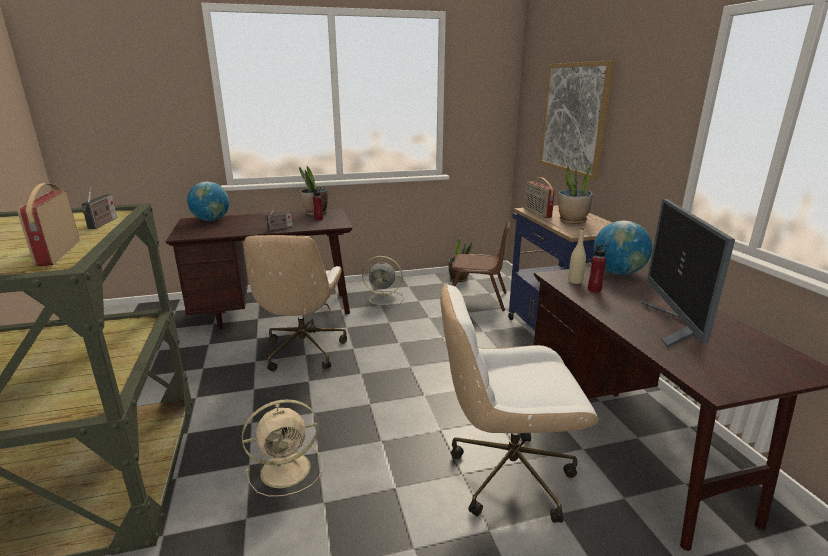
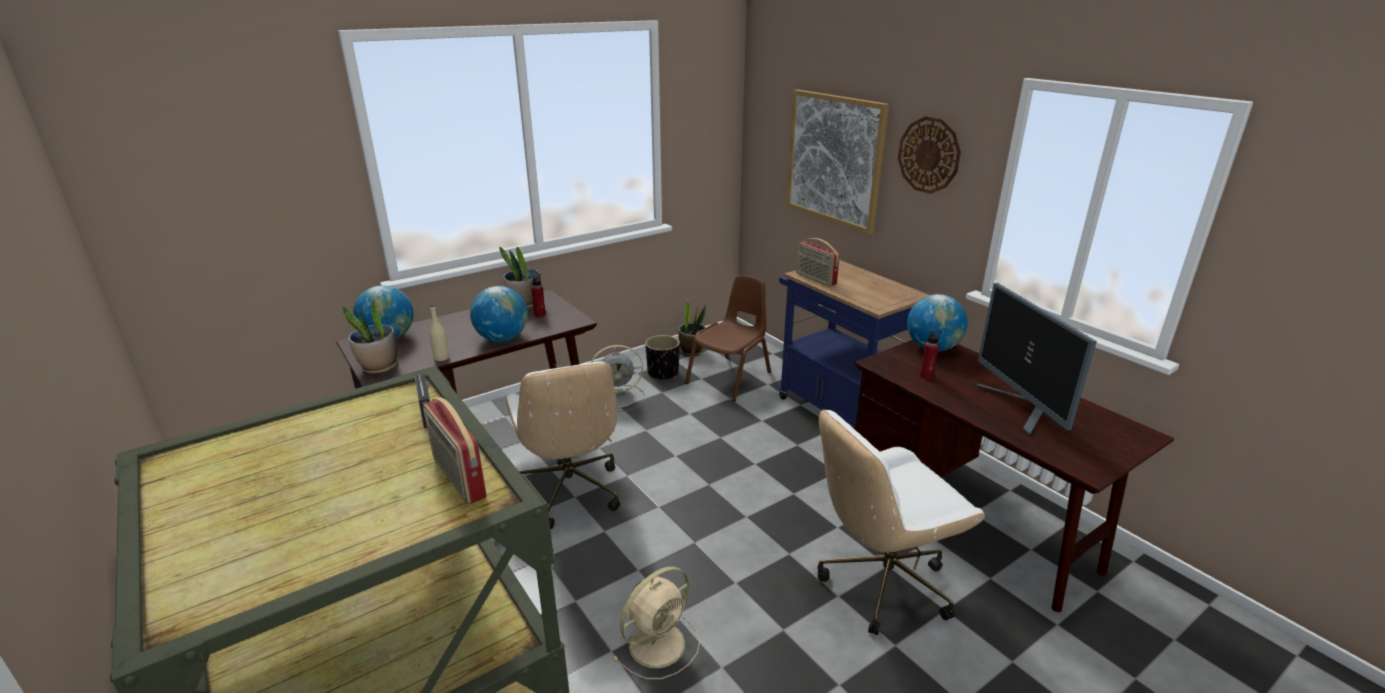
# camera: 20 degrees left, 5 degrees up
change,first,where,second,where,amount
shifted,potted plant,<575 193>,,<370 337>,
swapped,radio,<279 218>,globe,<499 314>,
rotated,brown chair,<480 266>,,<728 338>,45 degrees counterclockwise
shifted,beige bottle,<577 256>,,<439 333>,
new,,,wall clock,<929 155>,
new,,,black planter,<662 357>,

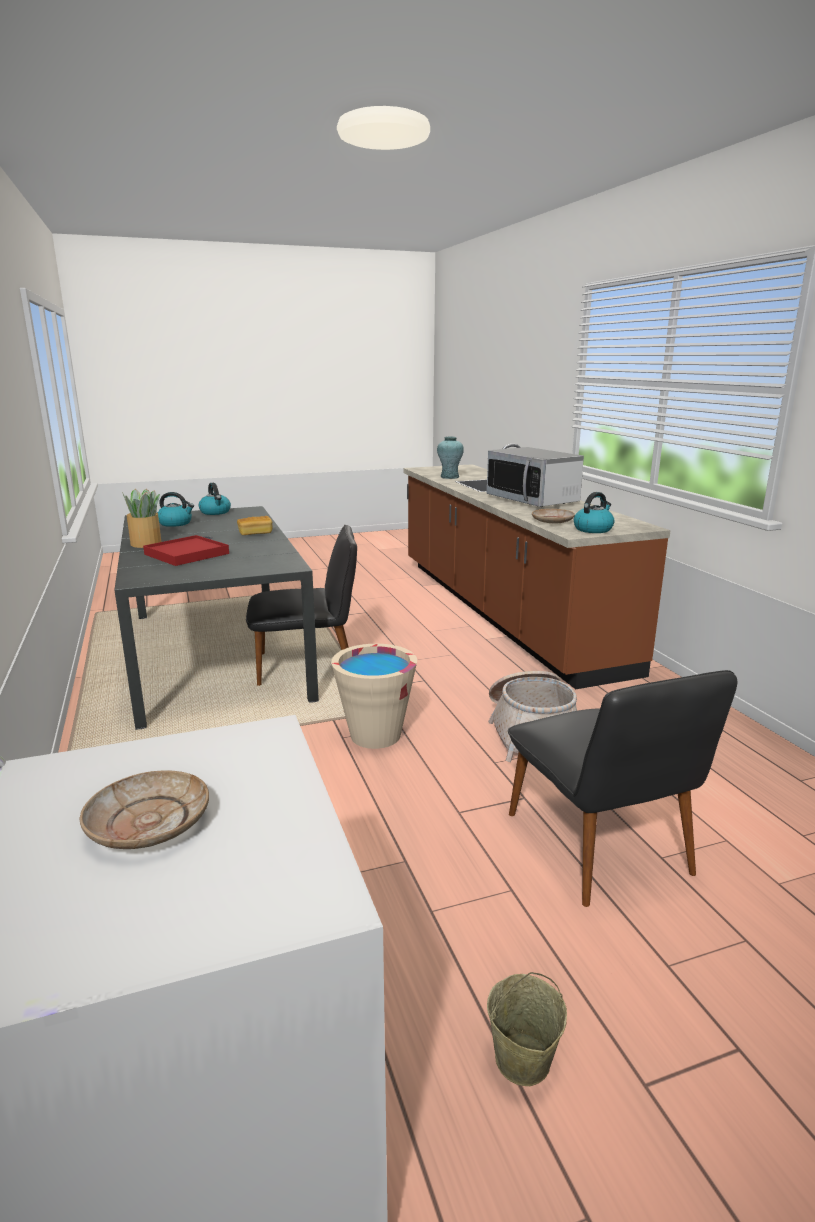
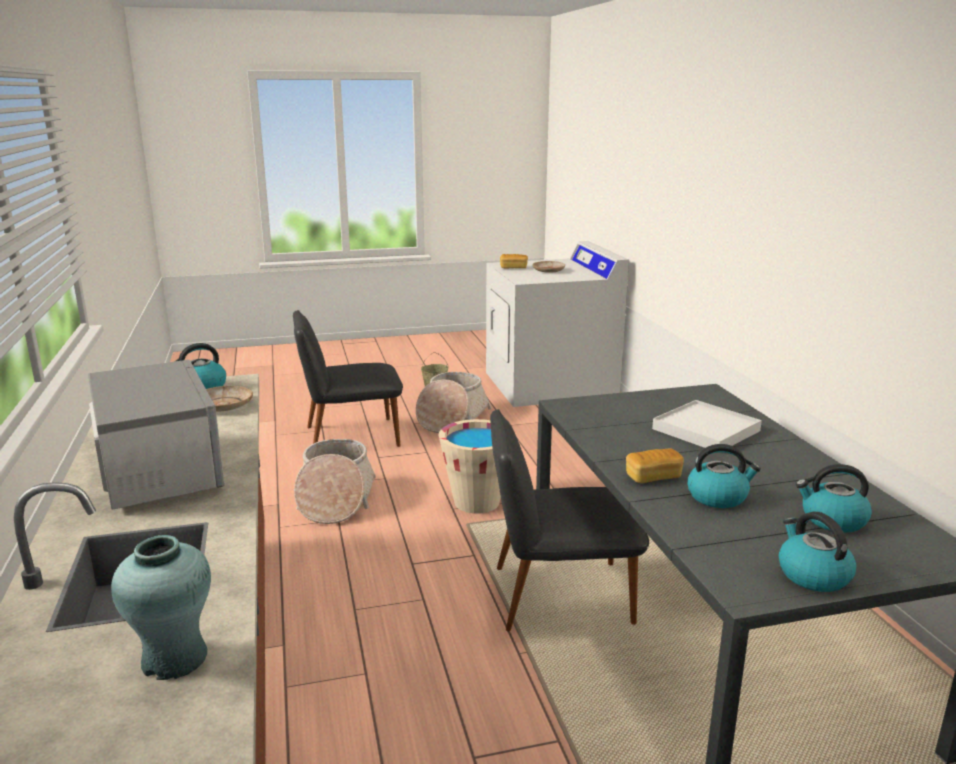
# camera: 175 degrees left, 0 degrees up
change,first,where,second,where,amount
gone,potted plant,<141 518>,,,
repainted,red tray,<186 550>,white tray,<707 426>,
rotated,black chair,<622 788>,,<348 378>,90 degrees counterclockwise
new,,,bread,<514 261>,
new,,,basket,<453 402>,
new,,,kettle,<724 476>,

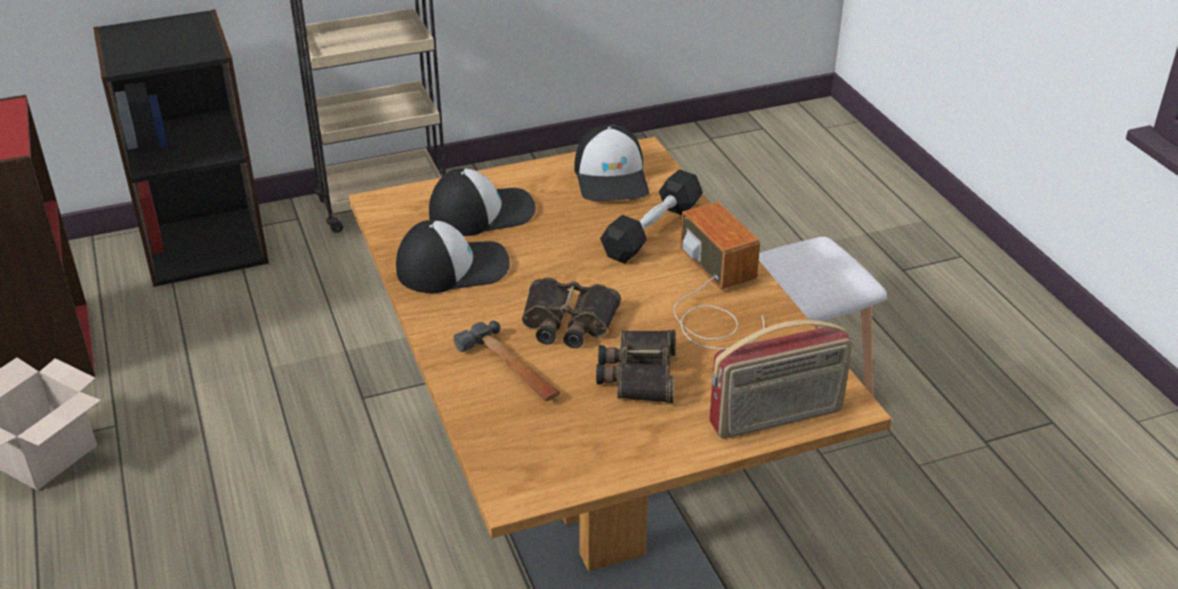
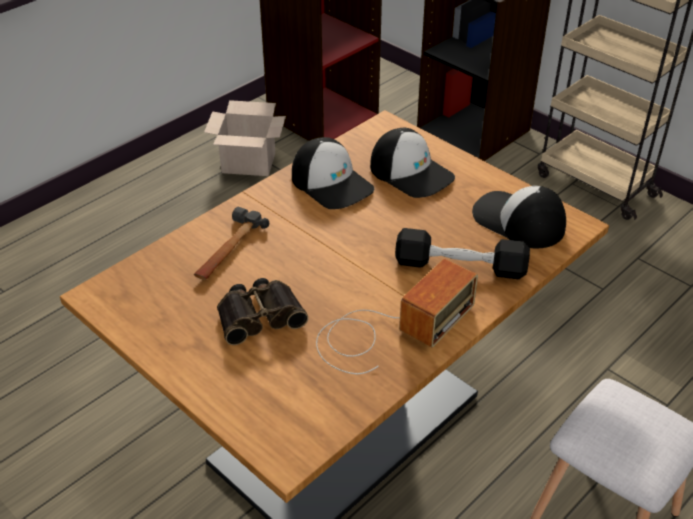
# camera: 65 degrees right, 5 degrees up
change,first,where,second,where,amount
rotated,cap,<611 163>,,<519 217>,75 degrees clockwise
gone,binoculars,<571 312>,,,
gone,radio,<781 379>,,,

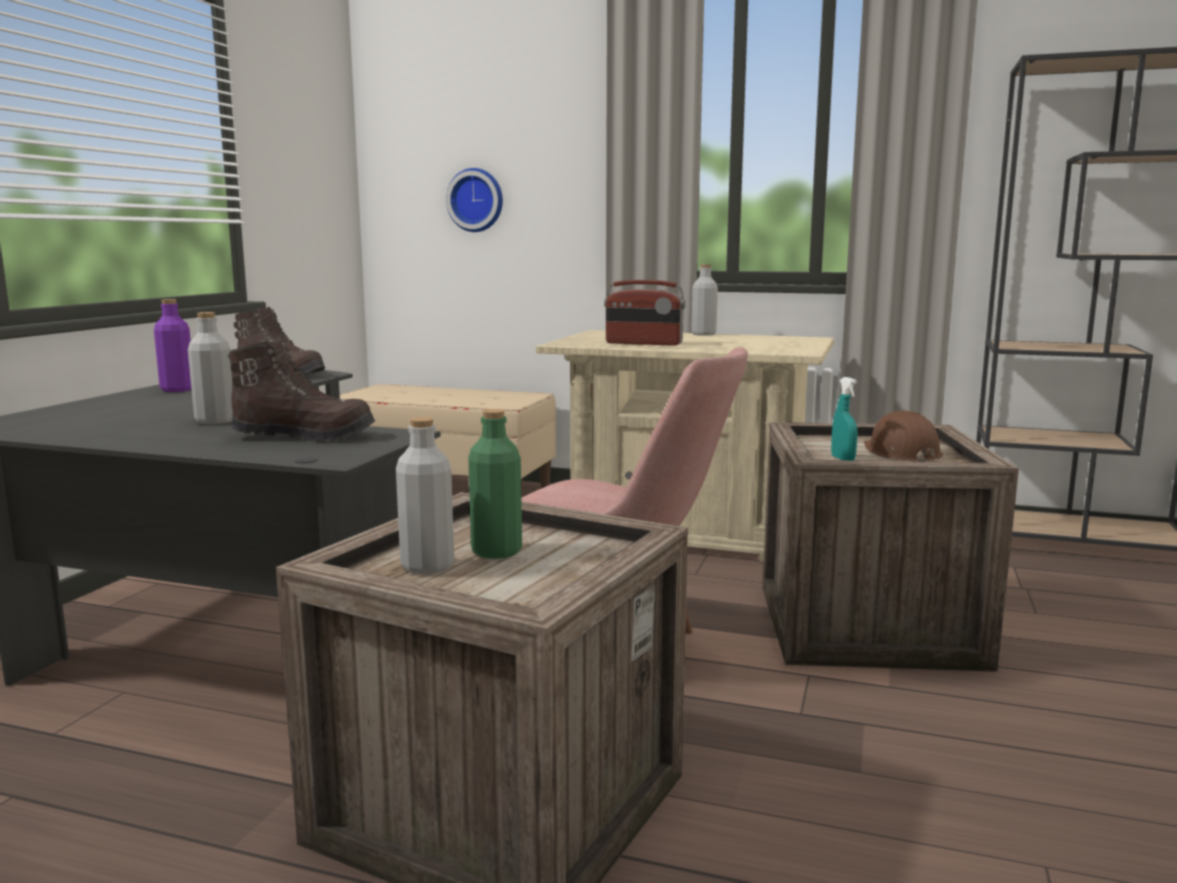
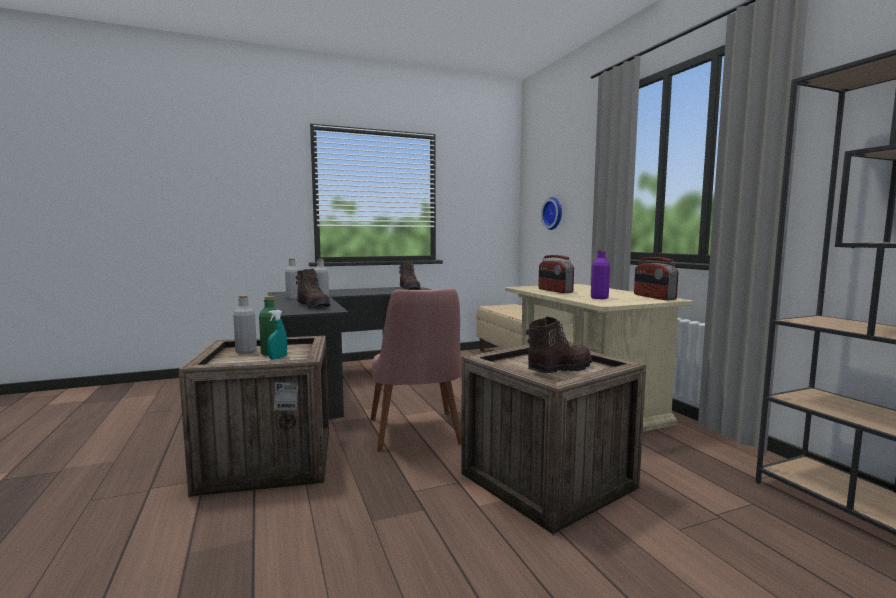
# camera: 50 degrees right, 5 degrees down
change,first,where,second,where,amount
shifted,grey bottle,<704 300>,,<292 279>,
shifted,purple bottle,<172 345>,,<600 274>,
shifted,turquoise spray bottle,<844 419>,,<277 335>,
swapped,brown hard hat,<903 436>,brown boot,<559 345>,
new,,,radio,<656 278>,

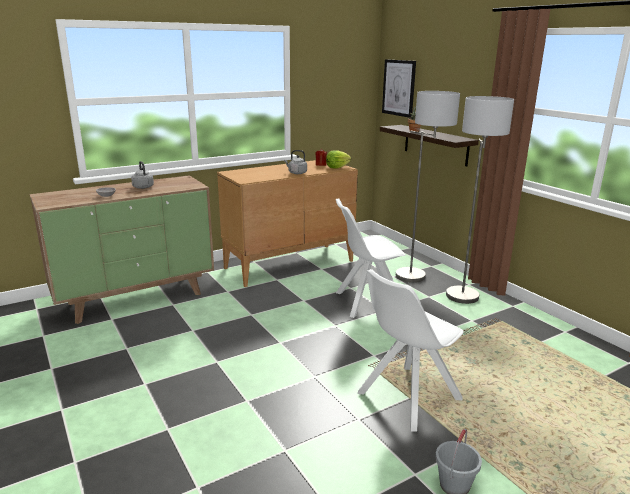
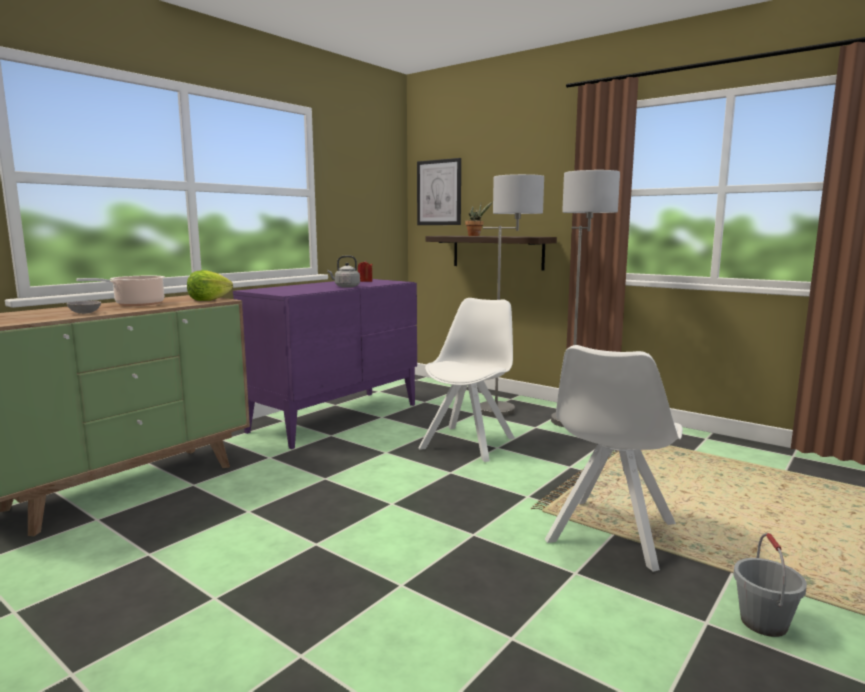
# camera: 20 degrees left, 10 degrees down
change,first,where,second,where,amount
shifted,lettuce,<338 159>,,<210 285>,
repainted,brown cabinet,<287 223>,purple cabinet,<325 364>,
swapped,grey kettle,<142 175>,cooking pot,<120 291>,
rotated,white chair,<371 258>,,<466 380>,150 degrees clockwise

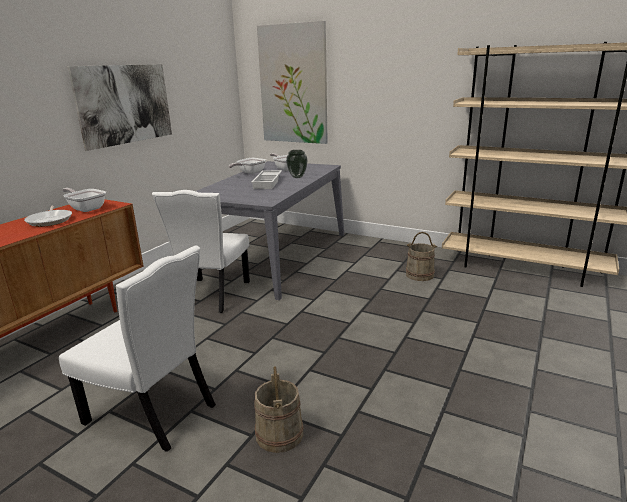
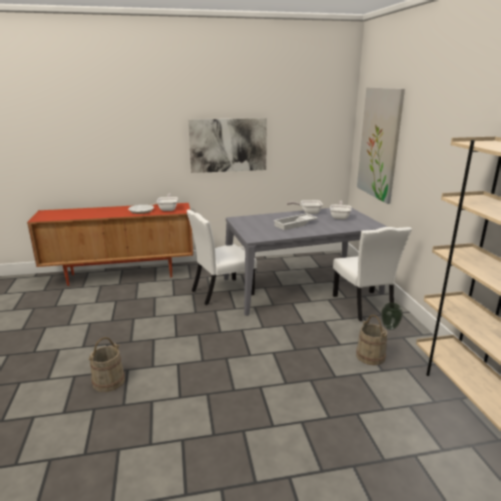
# camera: 50 degrees right, 0 degrees up
change,first,where,second,where,amount
shifted,vase,<297 164>,,<392 316>,
shifted,white chair,<137 349>,,<372 274>,

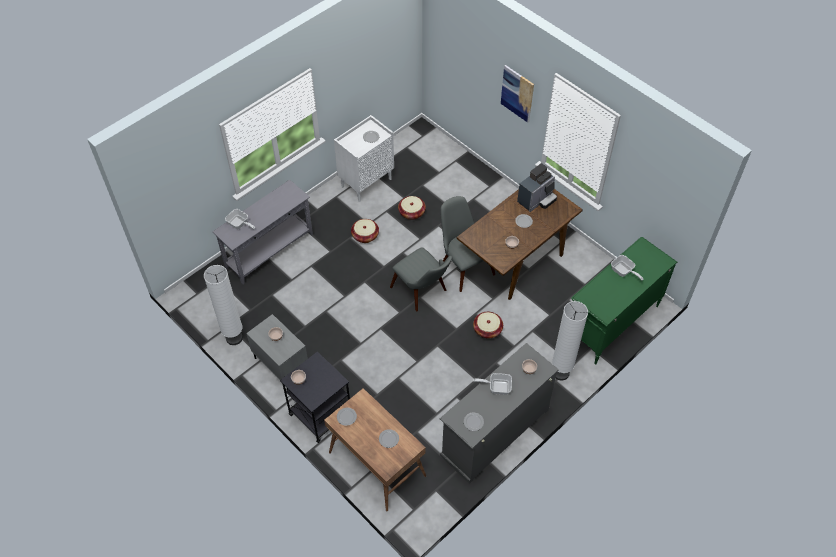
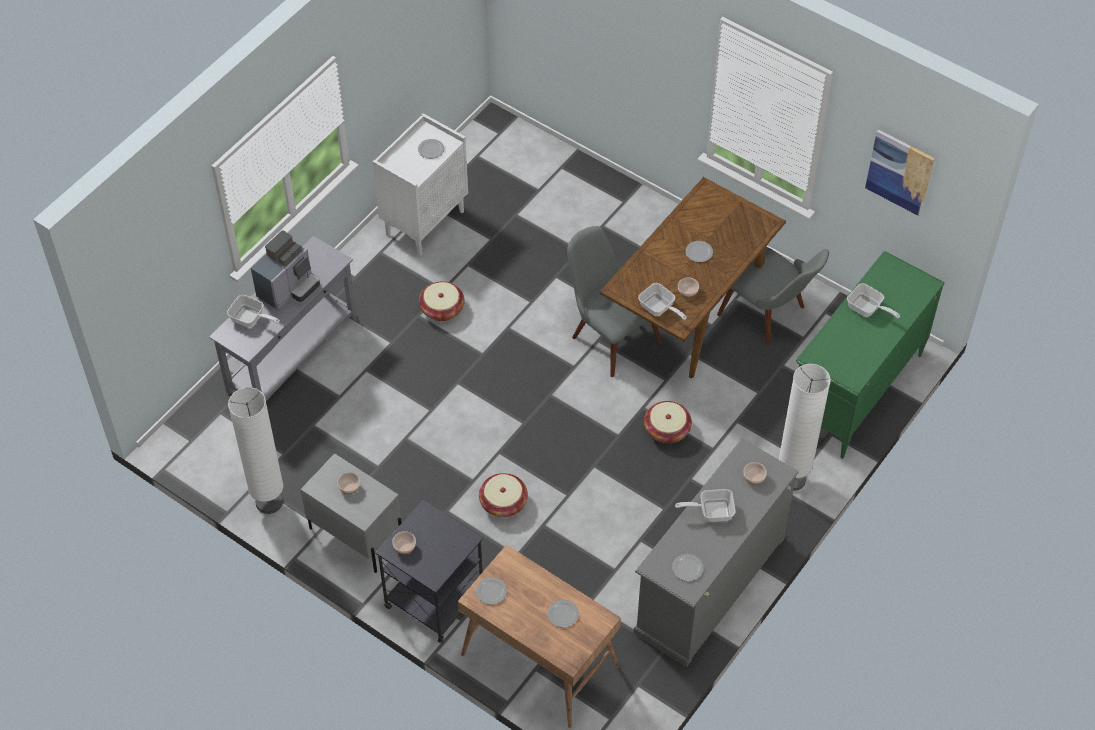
# camera: 10 degrees left, 0 degrees up
change,first,where,second,where,amount
shifted,picture,<517 94>,,<900 173>,
shifted,coffee machine,<537 187>,,<285 270>,
shifted,basket,<412 208>,,<503 495>,
shifted,grey chair,<421 279>,,<773 296>,
new,,,frying pan,<662 301>,

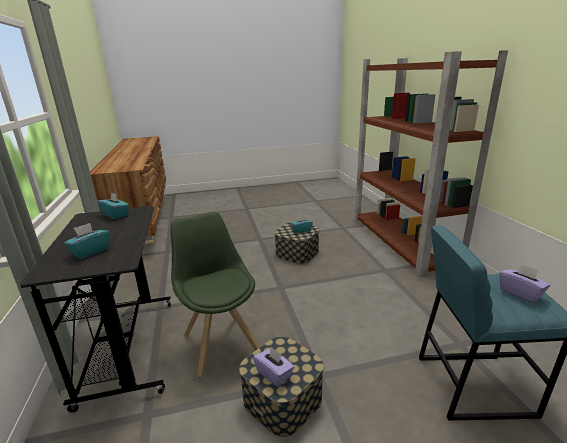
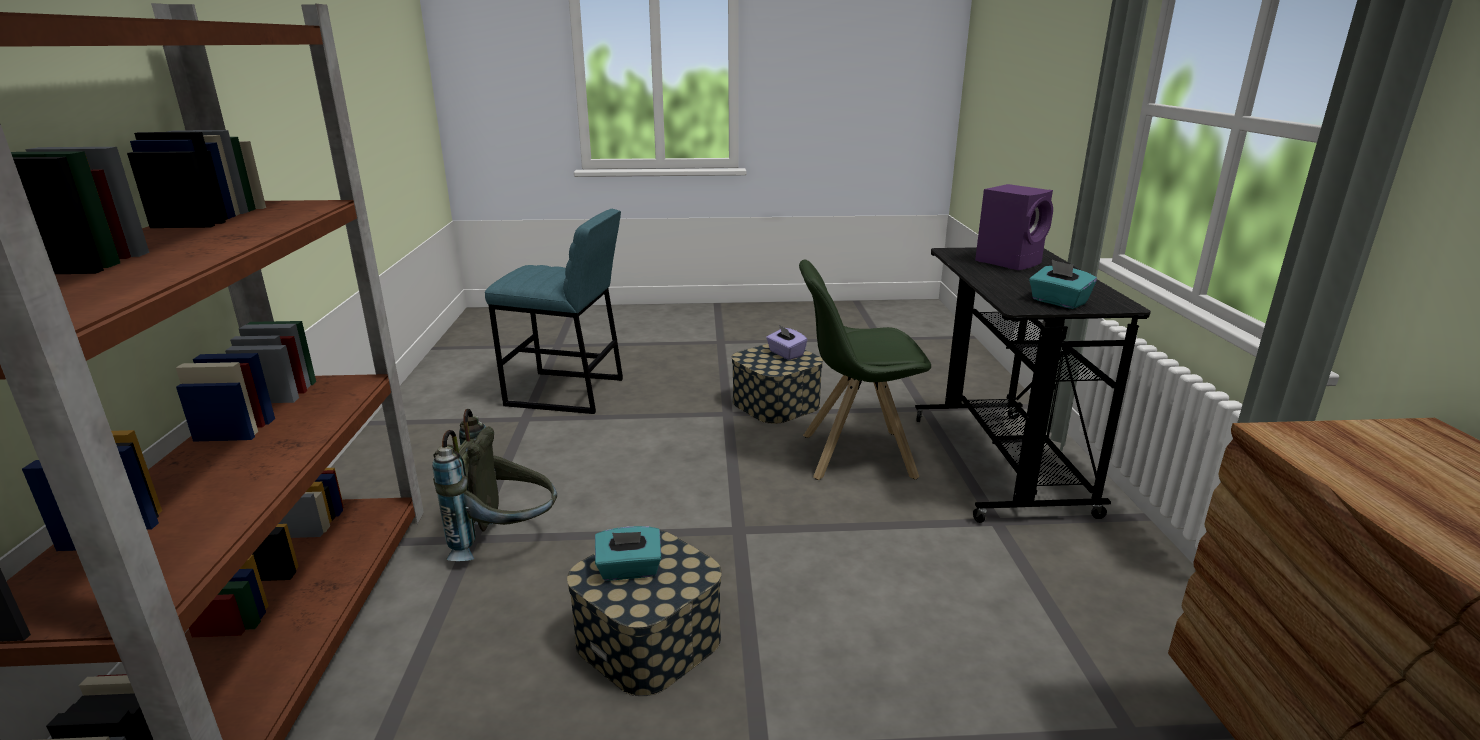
# camera: 170 degrees left, 0 degrees up
change,first,where,second,where,amount
rotated,green chair,<215 294>,,<865 370>,105 degrees clockwise
swapped,turquoise tissue box,<86 241>,purple speaker,<1014 227>,
gone,purple tissue box,<524 283>,,,
new,,,grey backpack,<494 485>,

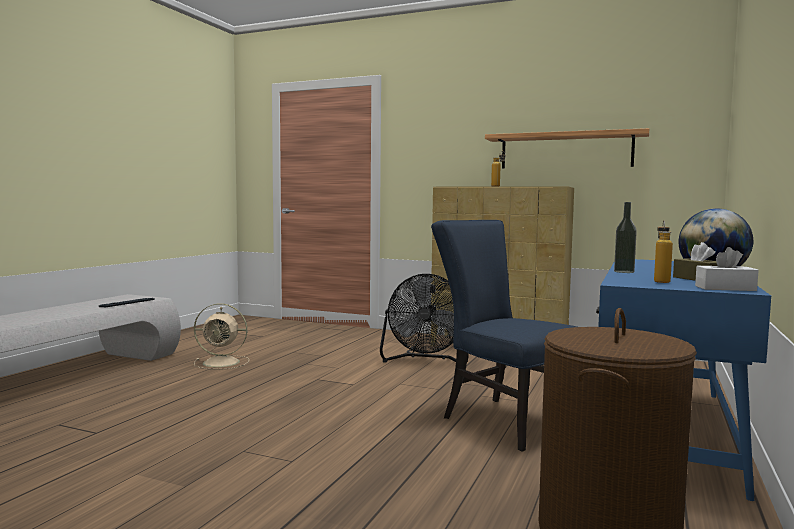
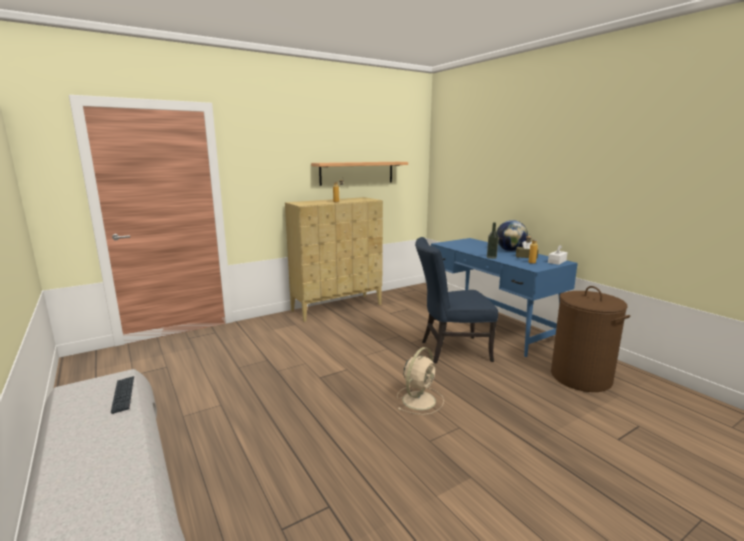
# camera: 55 degrees left, 10 degrees up
change,first,where,second,where,amount
gone,black fan,<424 318>,,,
shifted,beige fan,<221 336>,,<420 381>,

